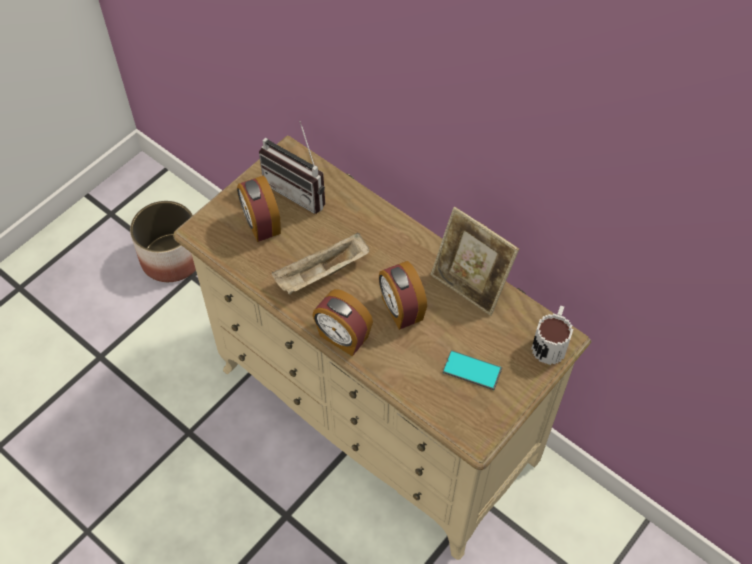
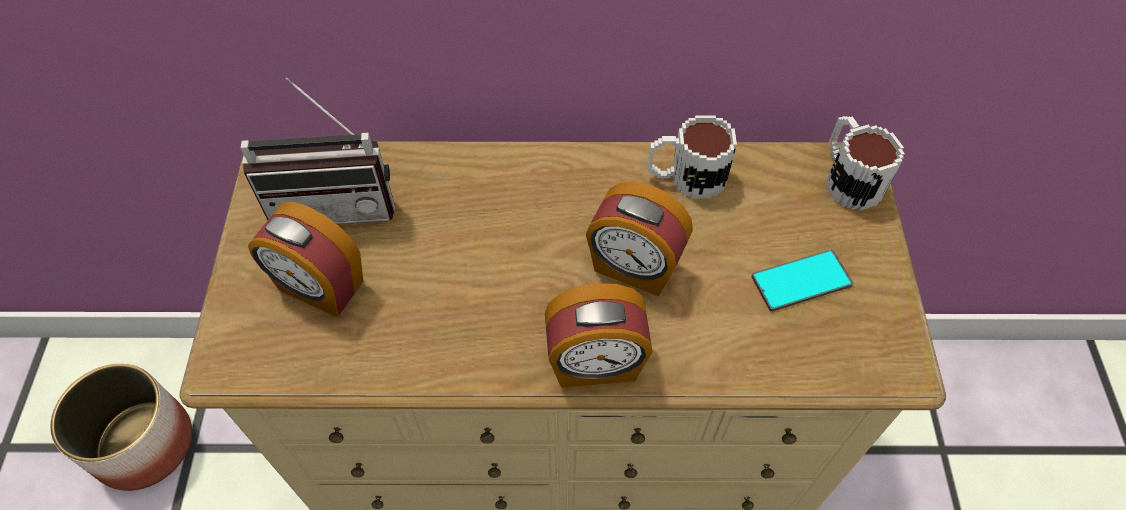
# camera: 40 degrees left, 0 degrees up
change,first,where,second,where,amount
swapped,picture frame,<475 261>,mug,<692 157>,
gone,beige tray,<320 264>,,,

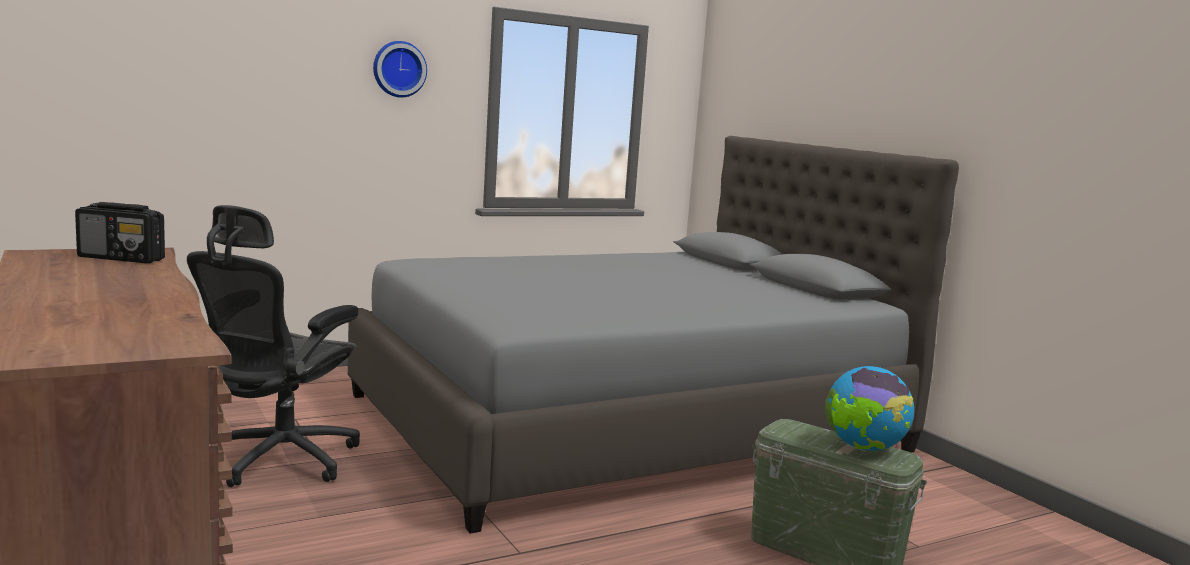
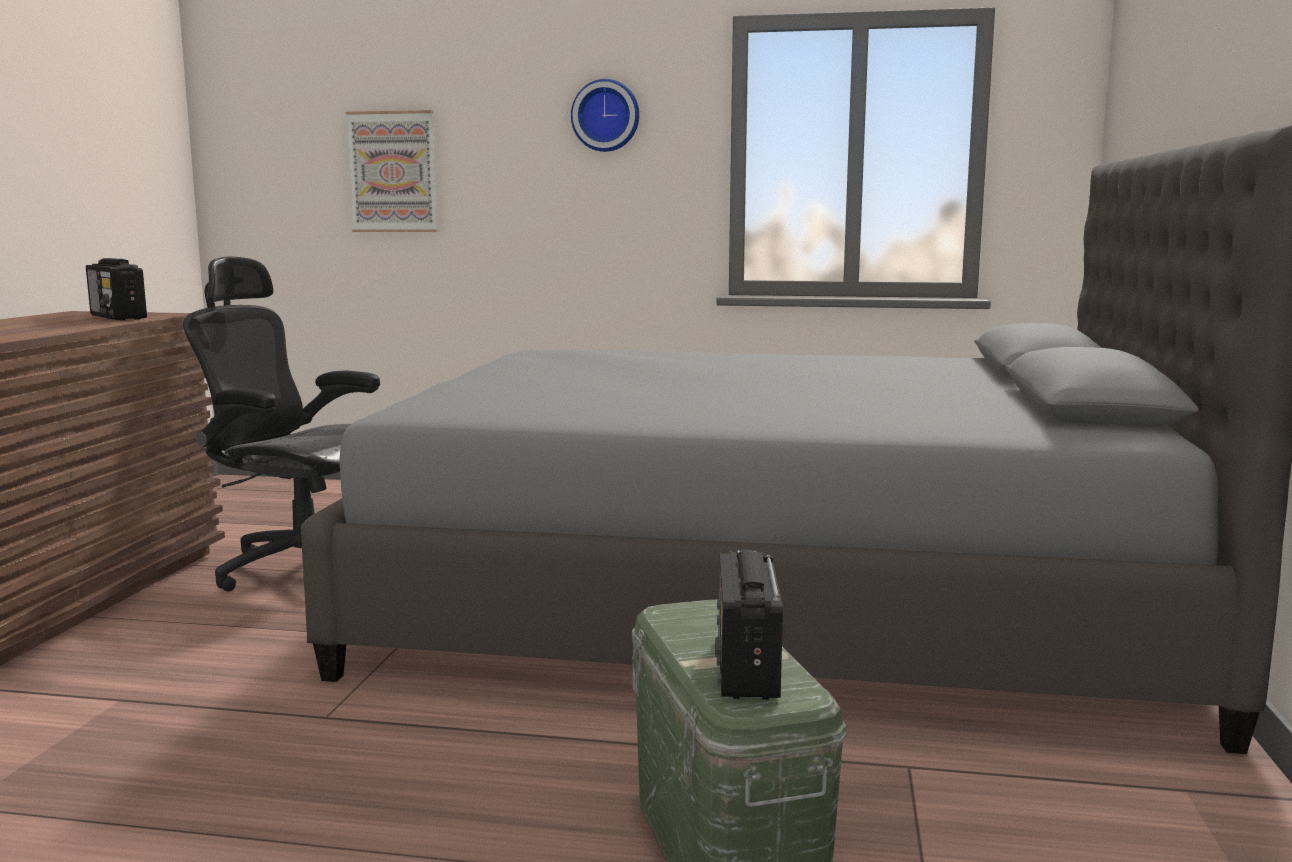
# camera: 40 degrees right, 0 degrees up
change,first,where,second,where,amount
rotated,office chair,<273 346>,,<281 424>,60 degrees clockwise
swapped,globe,<869 408>,radio,<749 625>,
new,,,picture,<392 171>,

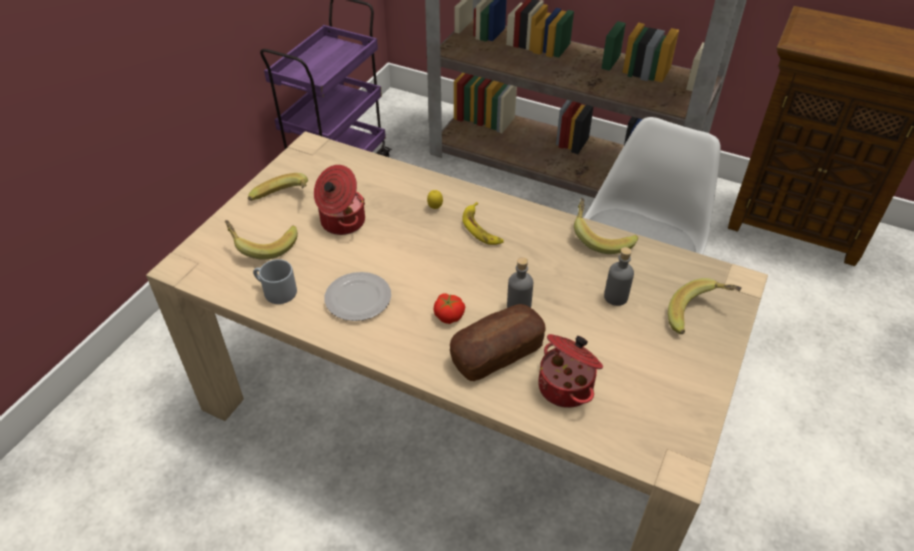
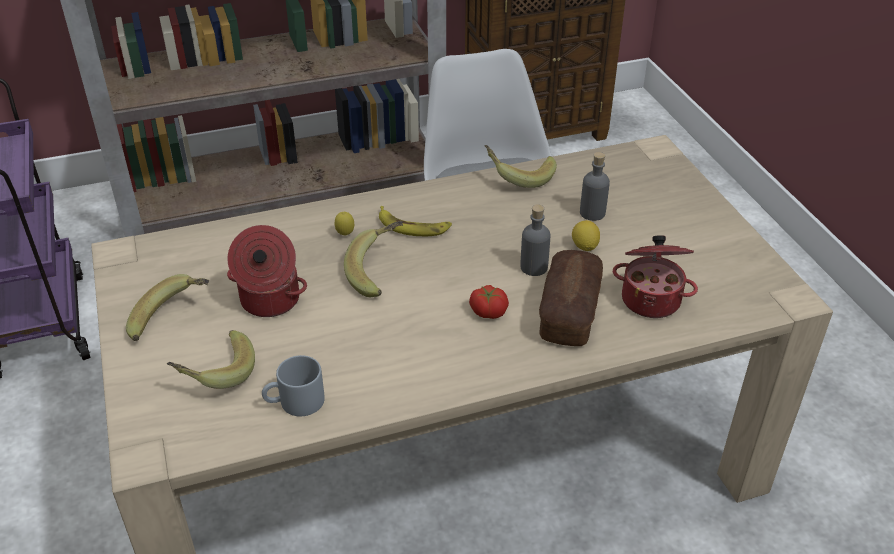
# camera: 45 degrees left, 5 degrees down
change,first,where,second,where,amount
gone,plate,<357 296>,,,
shifted,banana,<704 306>,,<373 259>,
new,,,lemon,<586 235>,

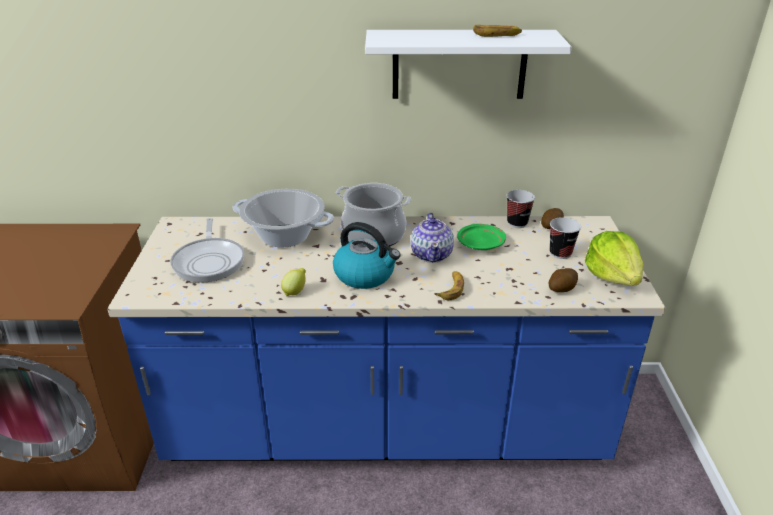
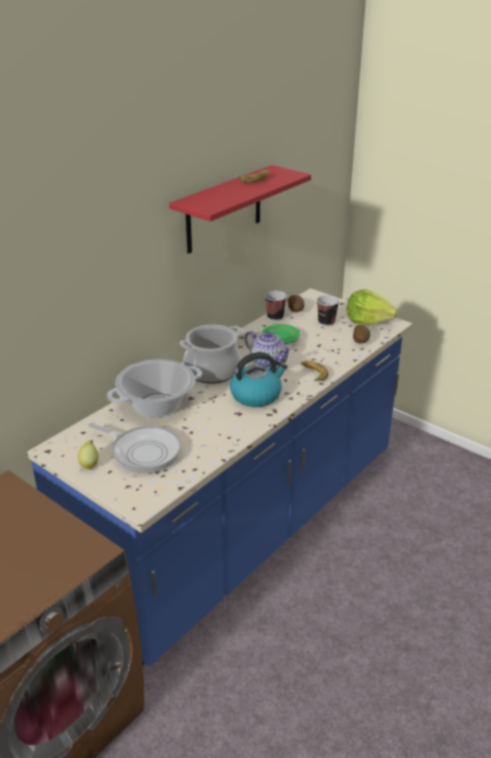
# camera: 50 degrees left, 0 degrees up
change,first,where,second,where,amount
repainted,white shelf,<468 64>,red shelf,<240 209>,
shifted,lemon,<293 282>,,<88 455>,

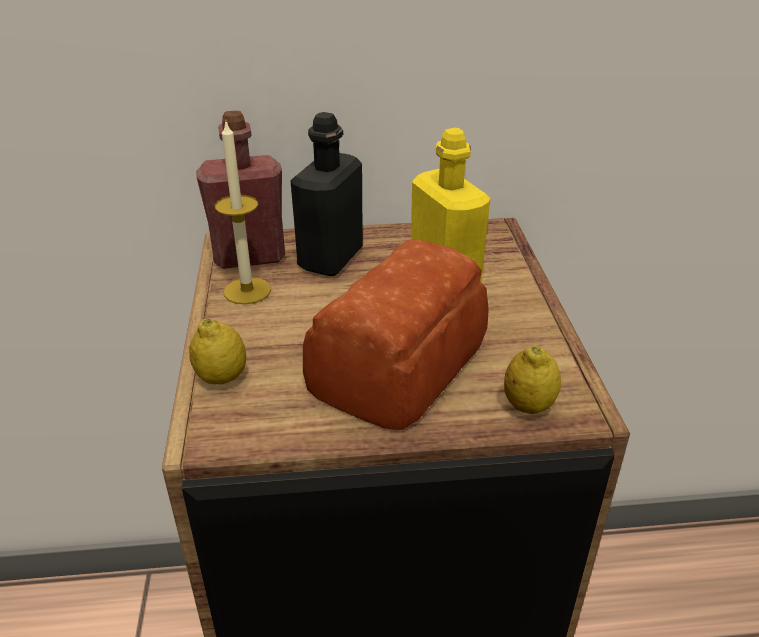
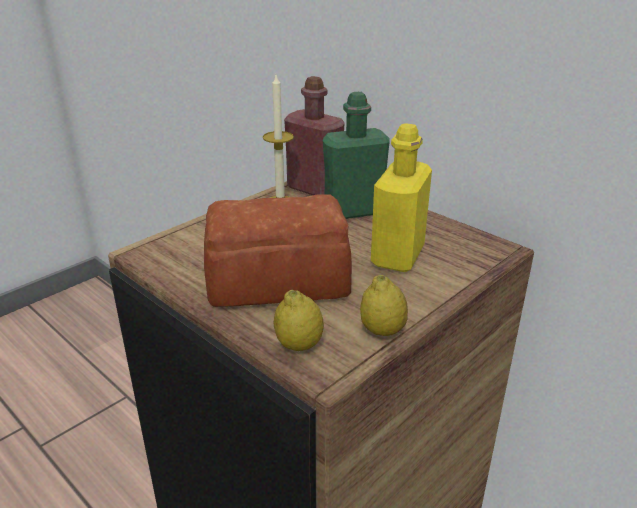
# camera: 50 degrees right, 5 degrees down
change,first,where,second,where,amount
repainted,black bottle,<327 194>,green bottle,<356 155>,
shifted,lemon,<217 351>,,<384 305>,

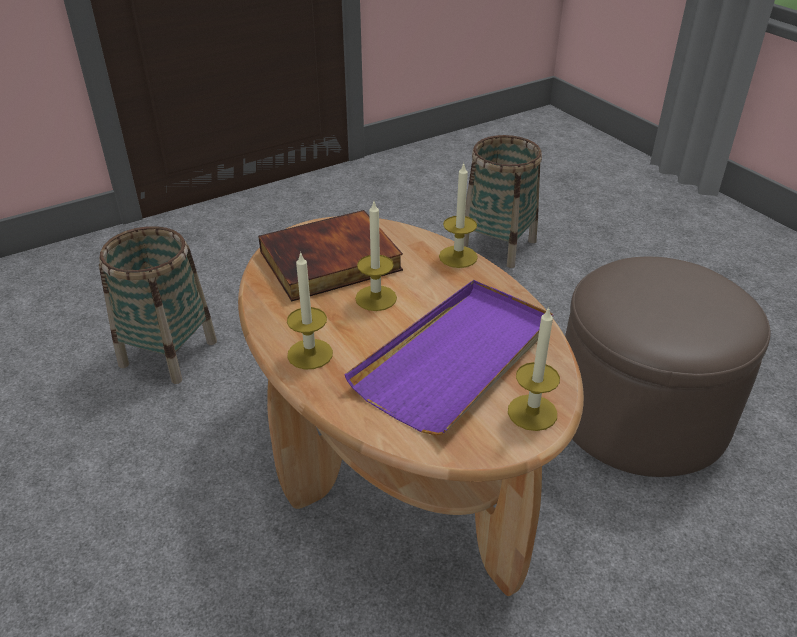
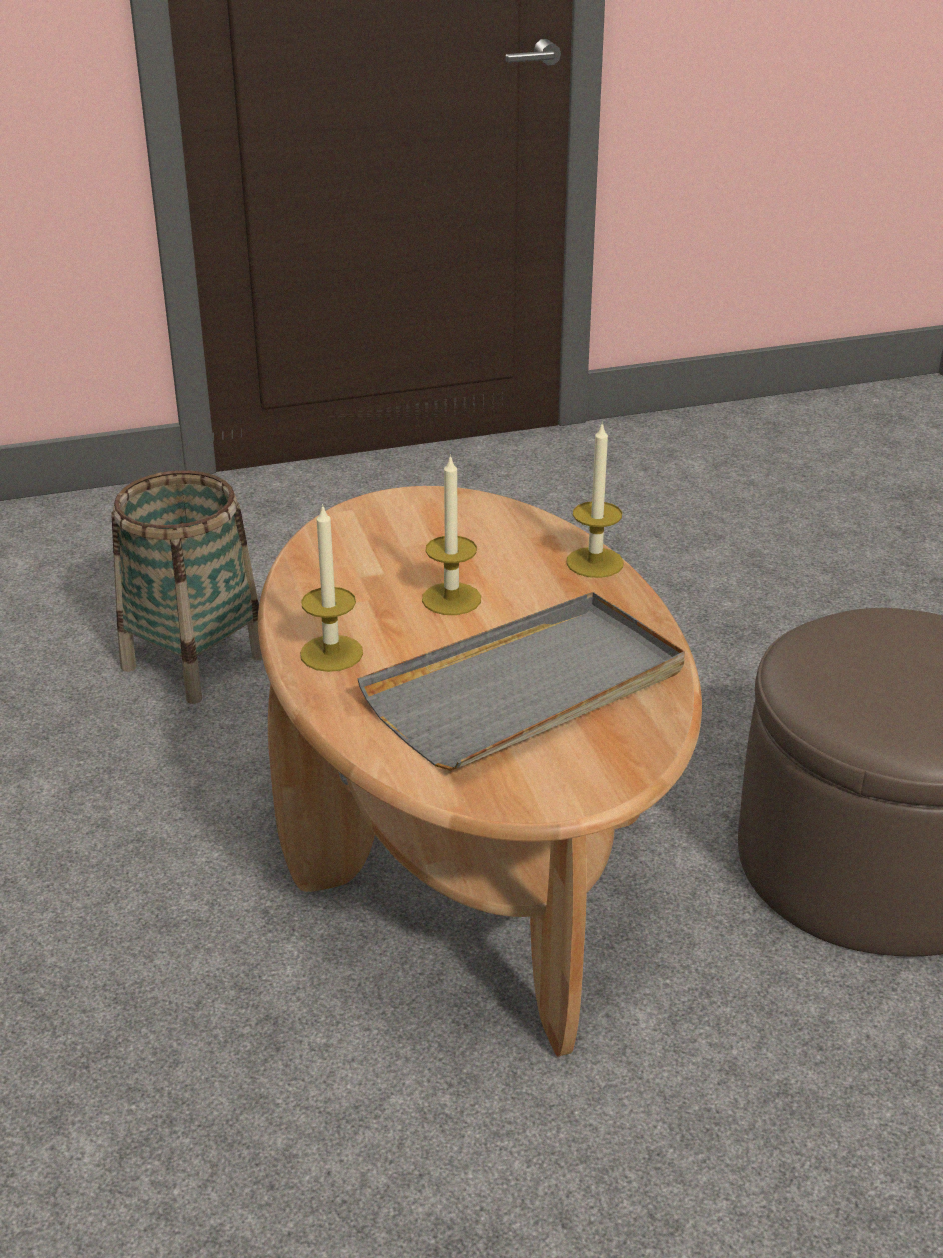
# camera: 15 degrees right, 5 degrees down
change,first,where,second,where,amount
gone,basket,<503 201>,,,
gone,book,<330 256>,,,
repainted,purple tray,<449 357>,grey tray,<521 681>,
gone,candle,<534 368>,,,

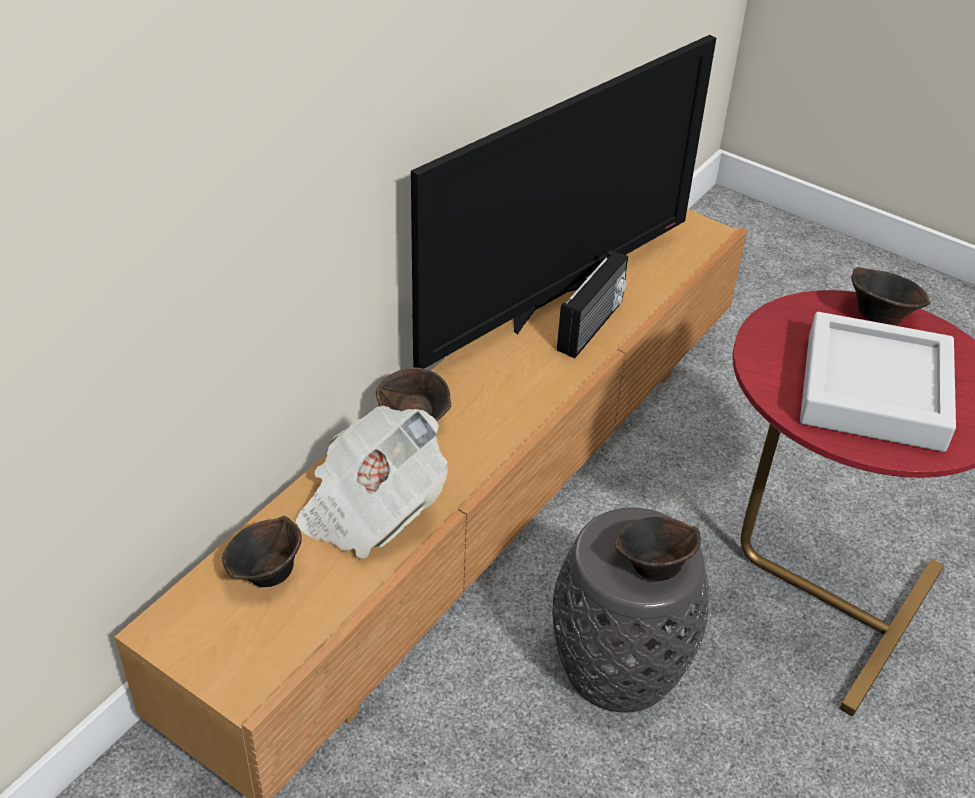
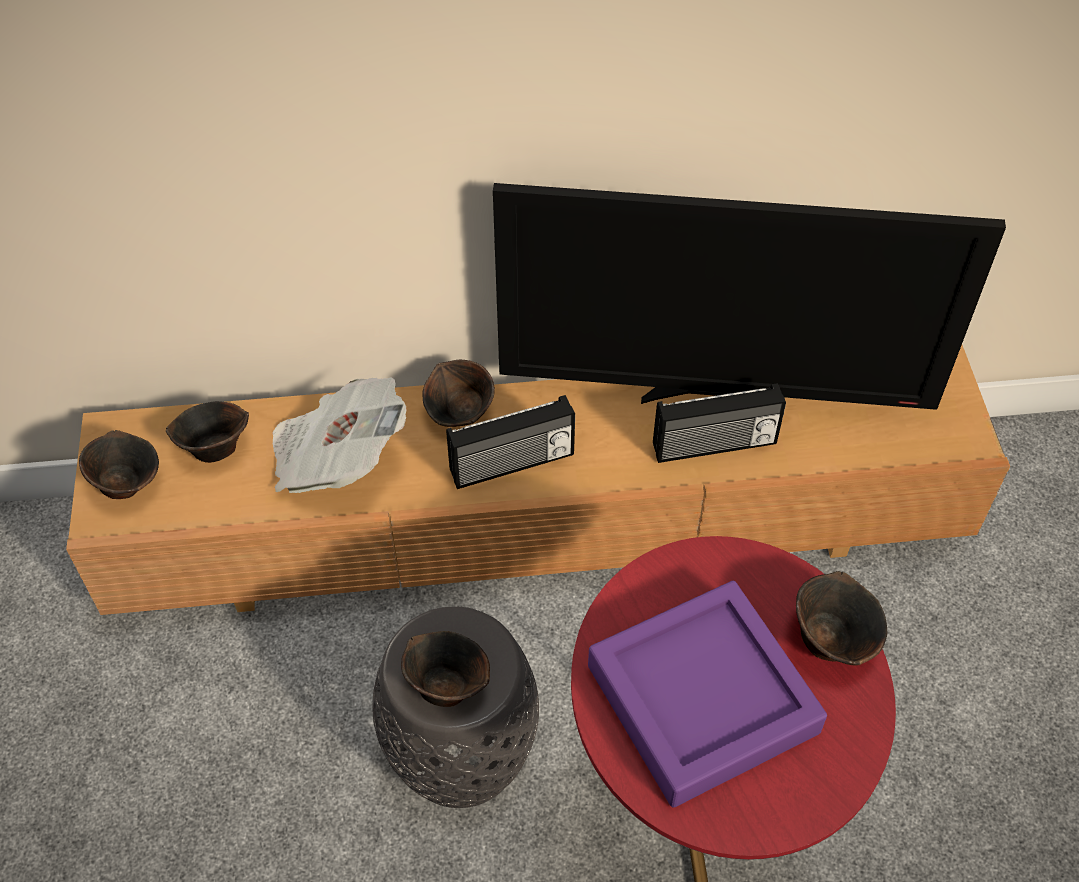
# camera: 50 degrees right, 10 degrees up
change,first,where,second,where,amount
repainted,grey tray,<878 382>,purple tray,<707 694>,
new,,,radio,<510 442>,
new,,,brown bowl,<119 464>,

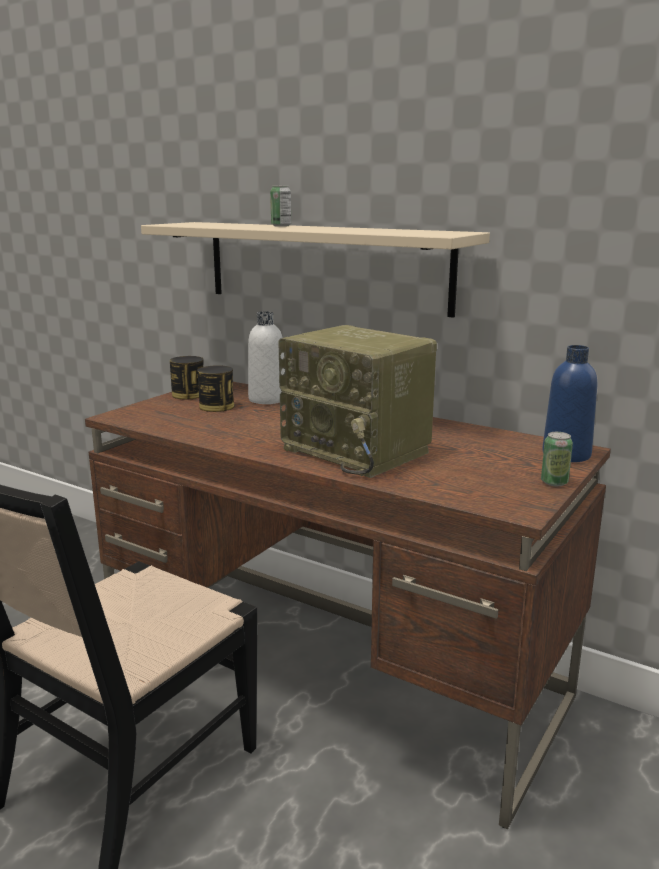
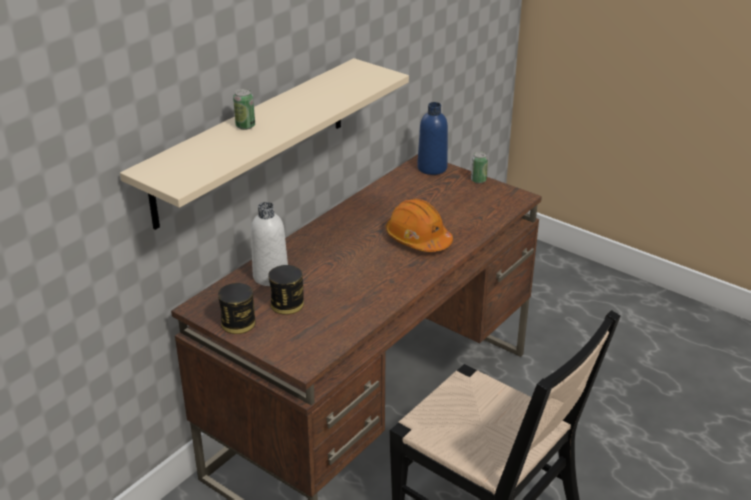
# camera: 85 degrees left, 15 degrees up
change,first,where,second,where,amount
swapped,radio,<357 401>,orange hard hat,<419 225>,

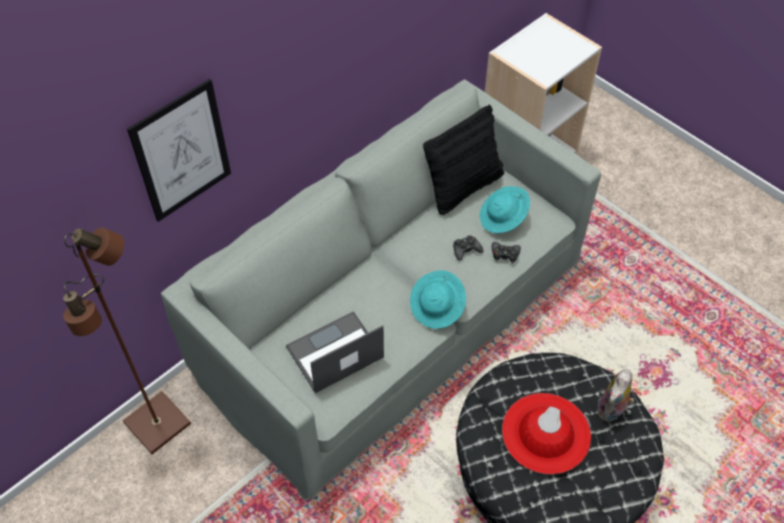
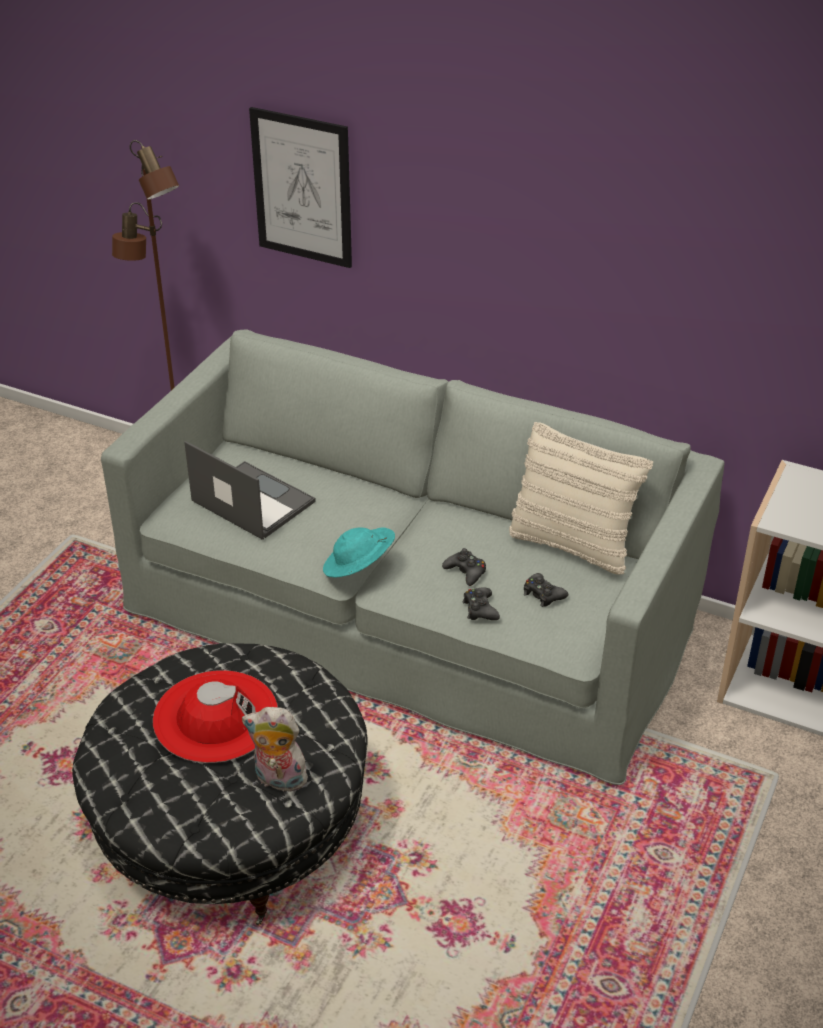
# camera: 70 degrees right, 15 degrees down
change,first,where,second,where,amount
repainted,black pillow,<463 160>,beige pillow,<581 498>,
swapped,turquoise hat,<504 209>,black game controller,<546 590>,

